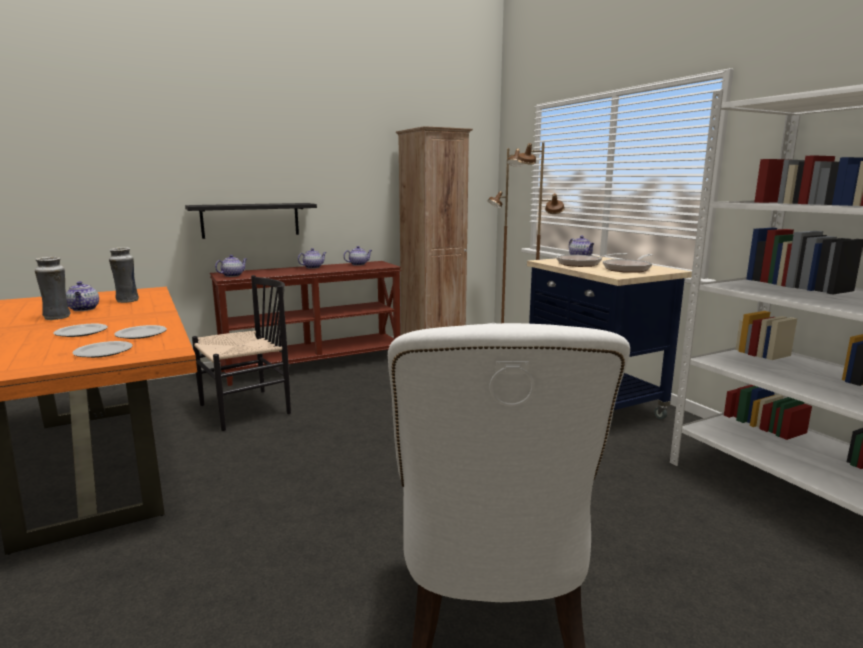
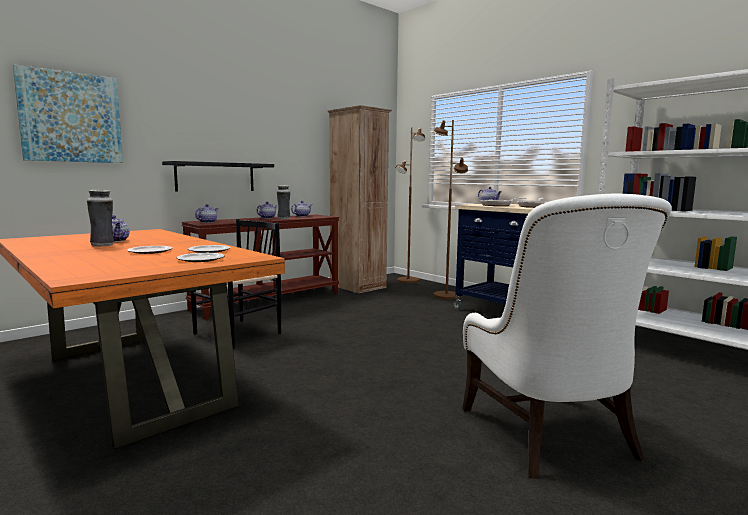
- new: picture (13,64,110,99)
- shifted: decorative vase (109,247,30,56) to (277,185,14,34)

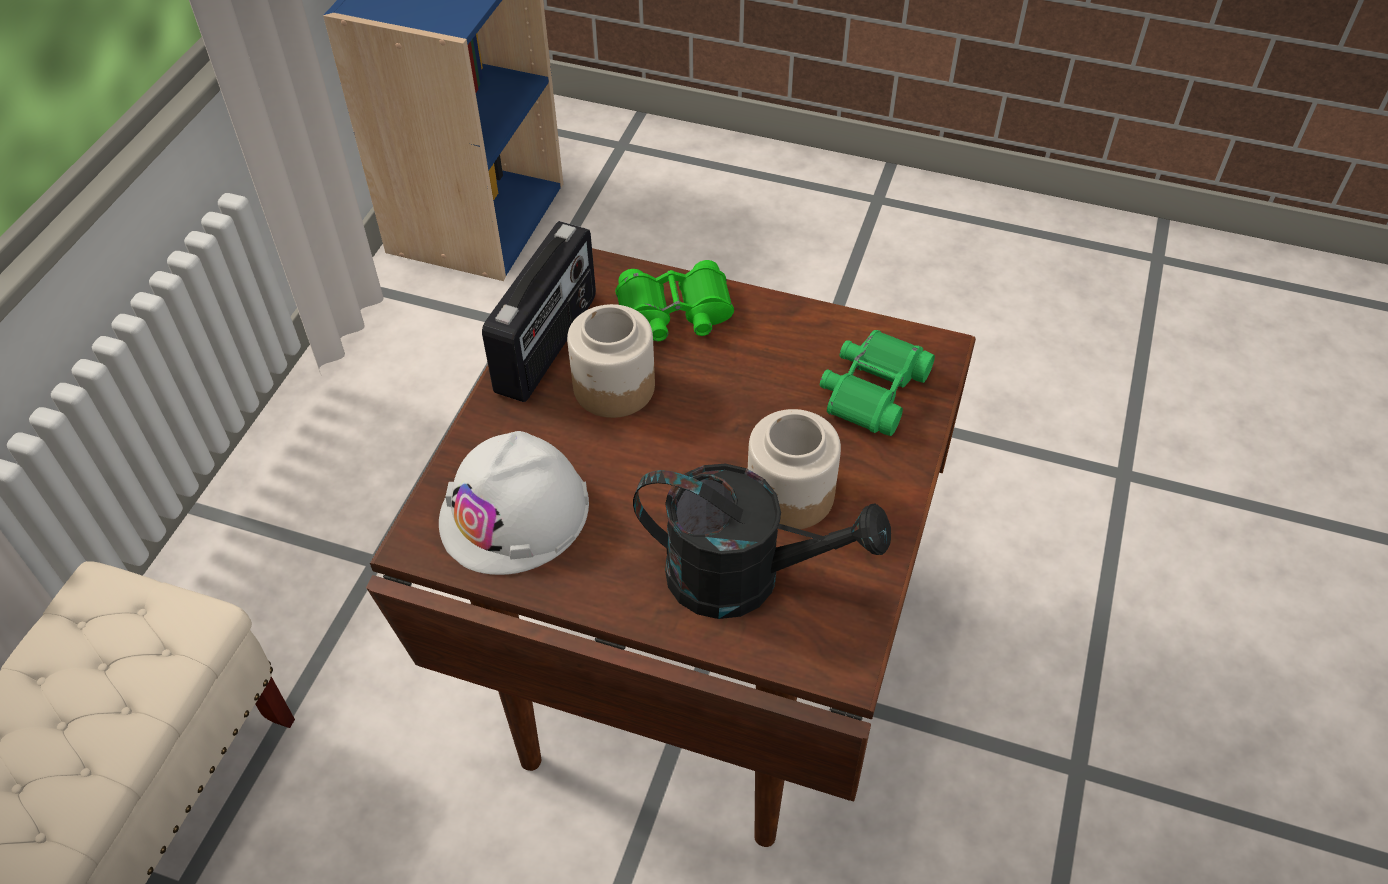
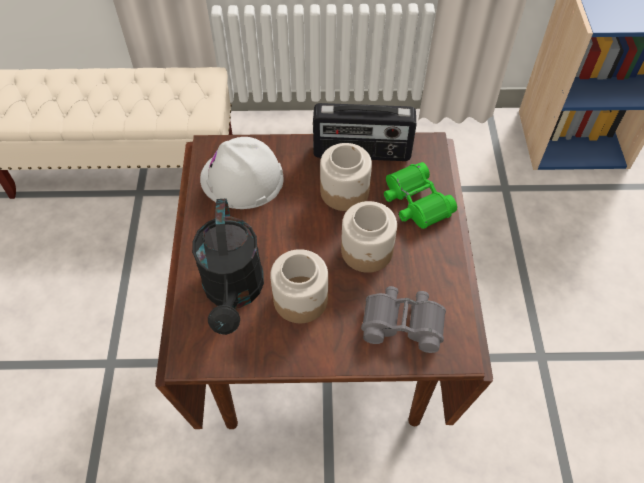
- new: preserve jar (341,201,56,72)
- repainted: green binoculars (820,330,115,106) to grey binoculars (361,286,85,67)

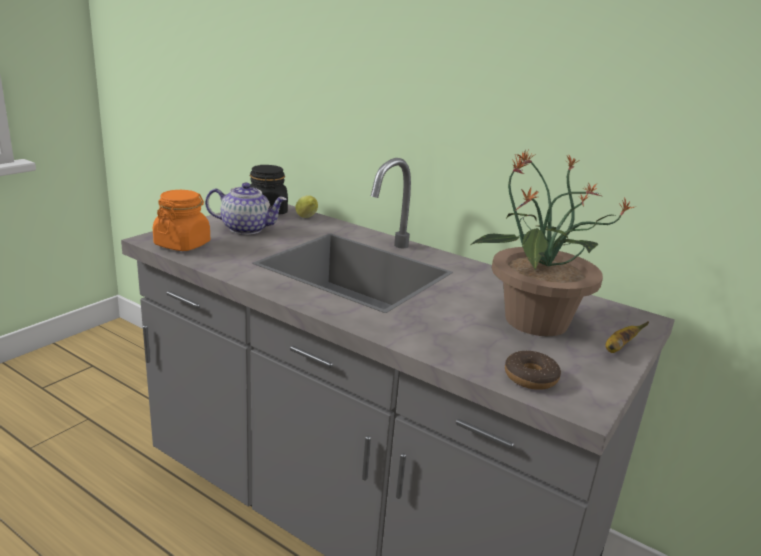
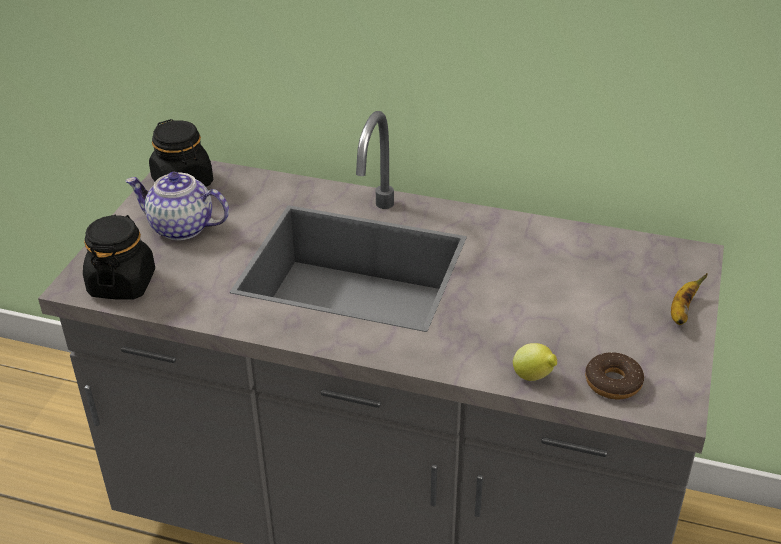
- repainted: orange-coloured preserve jar (153,190,57,61) to black preserve jar (83,214,72,86)
- rotated: teapot (205,182,82,53) = (125,172,104,68) 150 degrees counterclockwise
- shifted: citrus fruit (296,195,22,23) to (513,343,44,38)
- gone: houseplant (470,150,164,186)

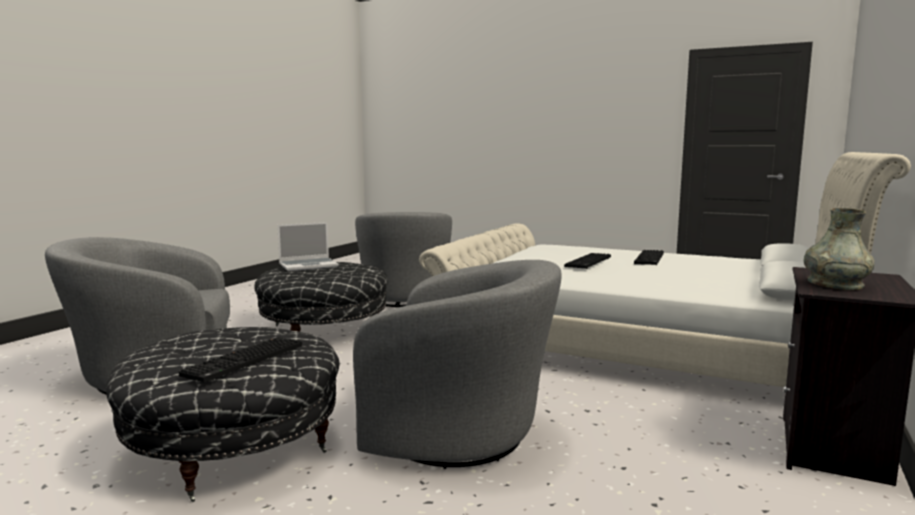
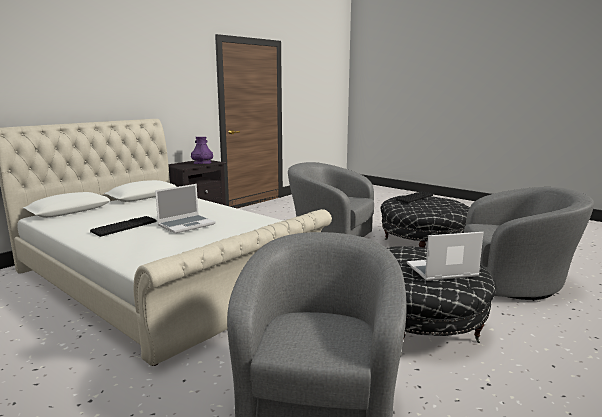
- swapped: PC keyboard (564,253,47,16) to portable computer (155,184,60,50)
- repainted: grey decorative vase (804,208,70,82) to purplish decorative vase (191,137,22,27)

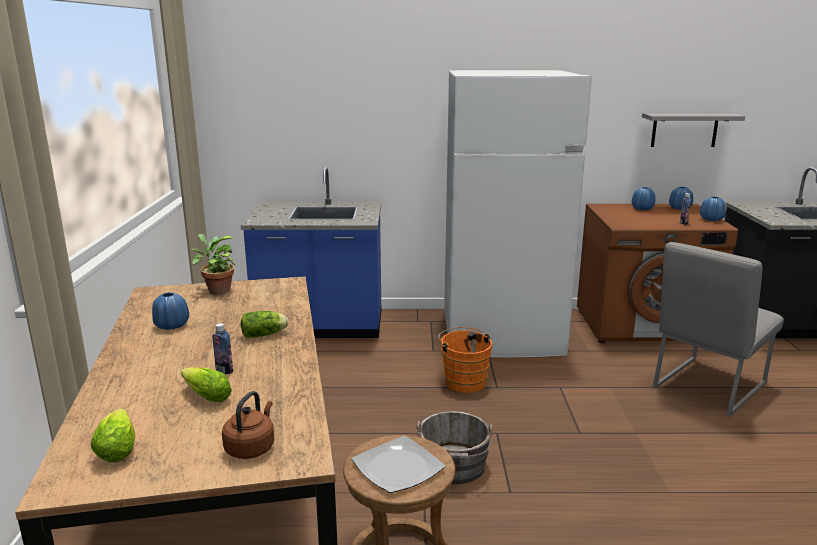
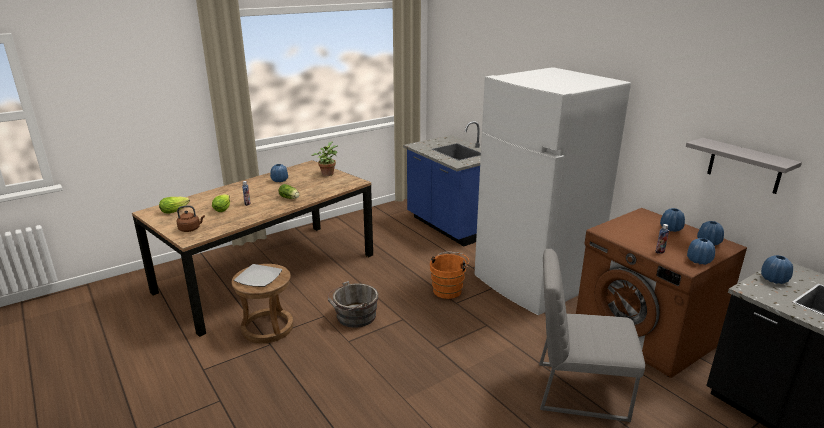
- new: blue decorative vase (761,255,32,29)

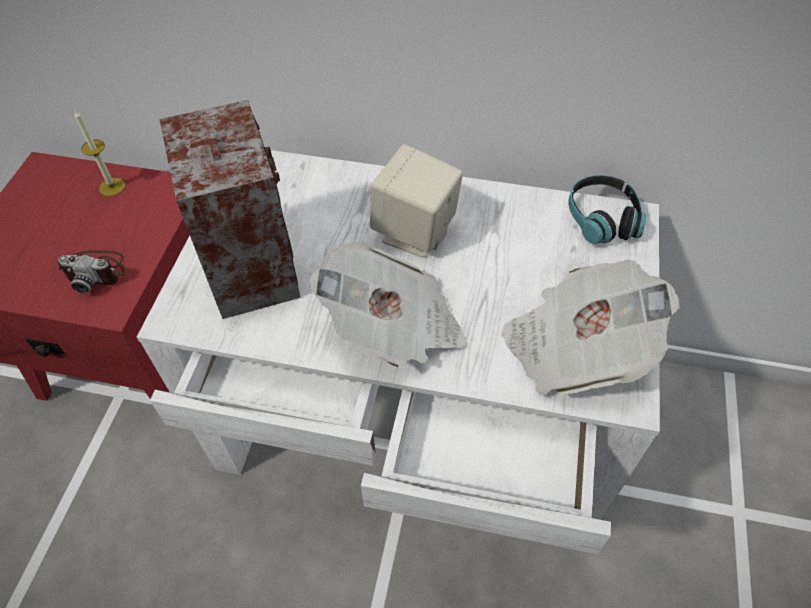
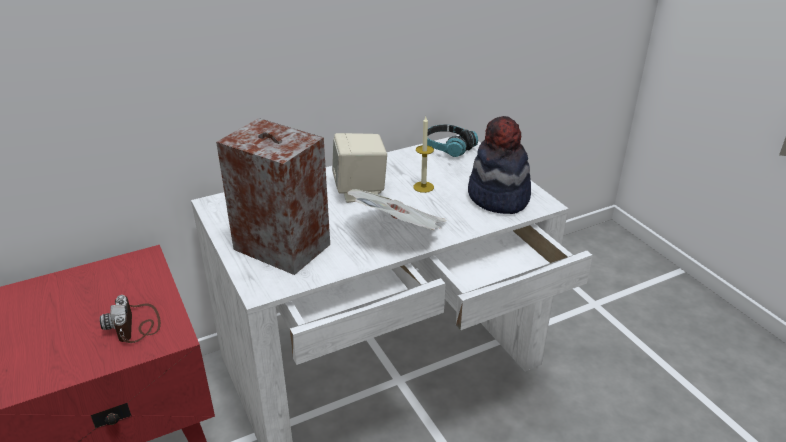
- rotated: photo camera (57,250,68,43) = (100,295,61,48) 105 degrees clockwise
- shifted: wax candle (74,109,51,87) to (413,117,21,76)
- swapped: printed paper (501,260,179,135) to wearable hat (468,116,63,98)

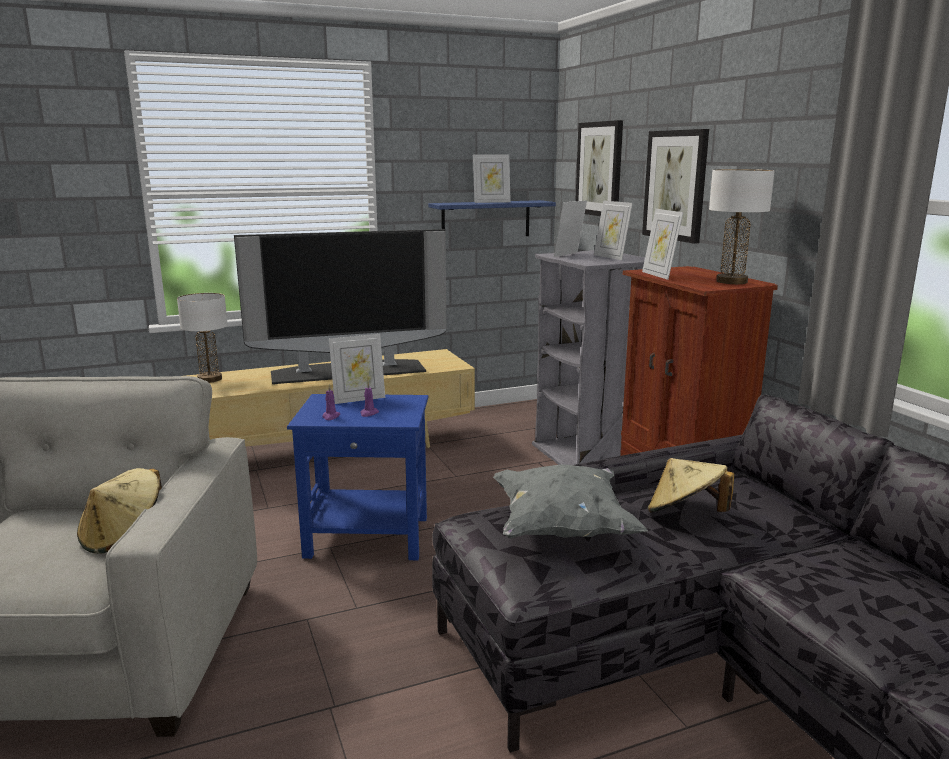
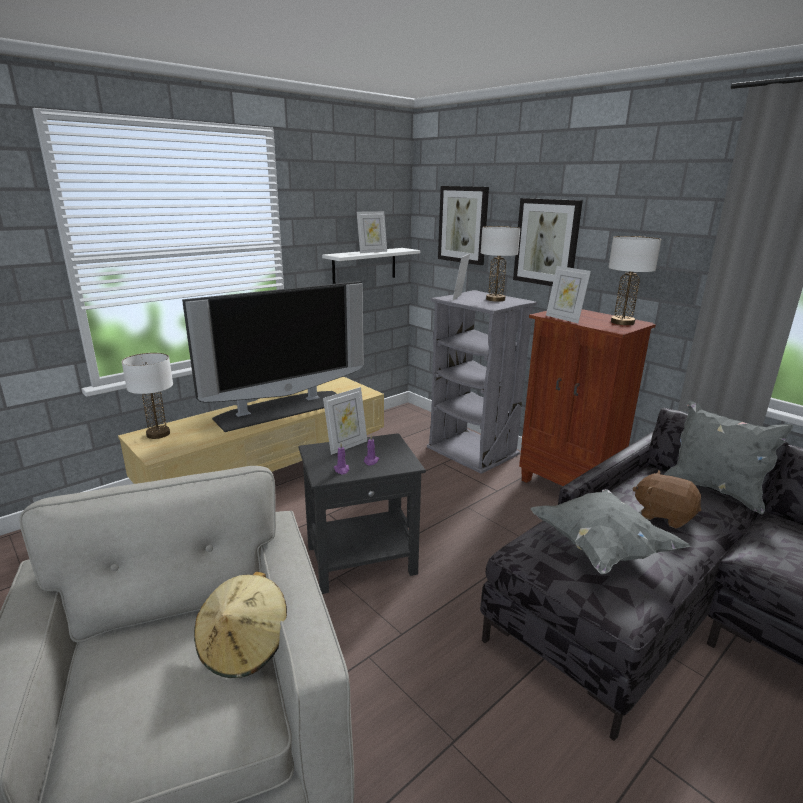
- repainted: blue accent table (287,394,141,166) to black accent table (298,433,128,161)
- repainted: blue bracket shelf (428,200,128,36) to whitish bracket shelf (322,248,98,36)
- swapped: standing frame (594,200,39,60) to table lamp (481,226,39,76)
- swapped: beige wearable hat (648,458,86,55) to brown cuddly toy (632,470,69,58)
- new: grey cushion (664,400,129,115)

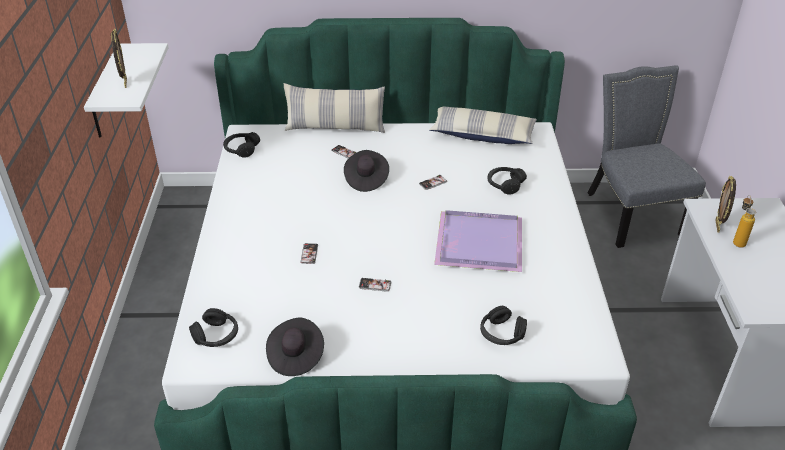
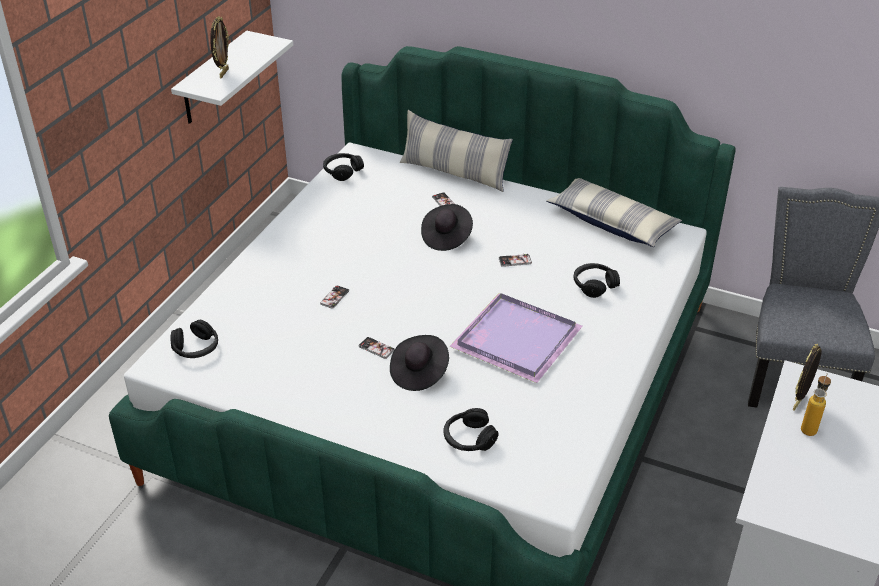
- shifted: black wearable hat (266,318,58,58) to (390,335,59,56)

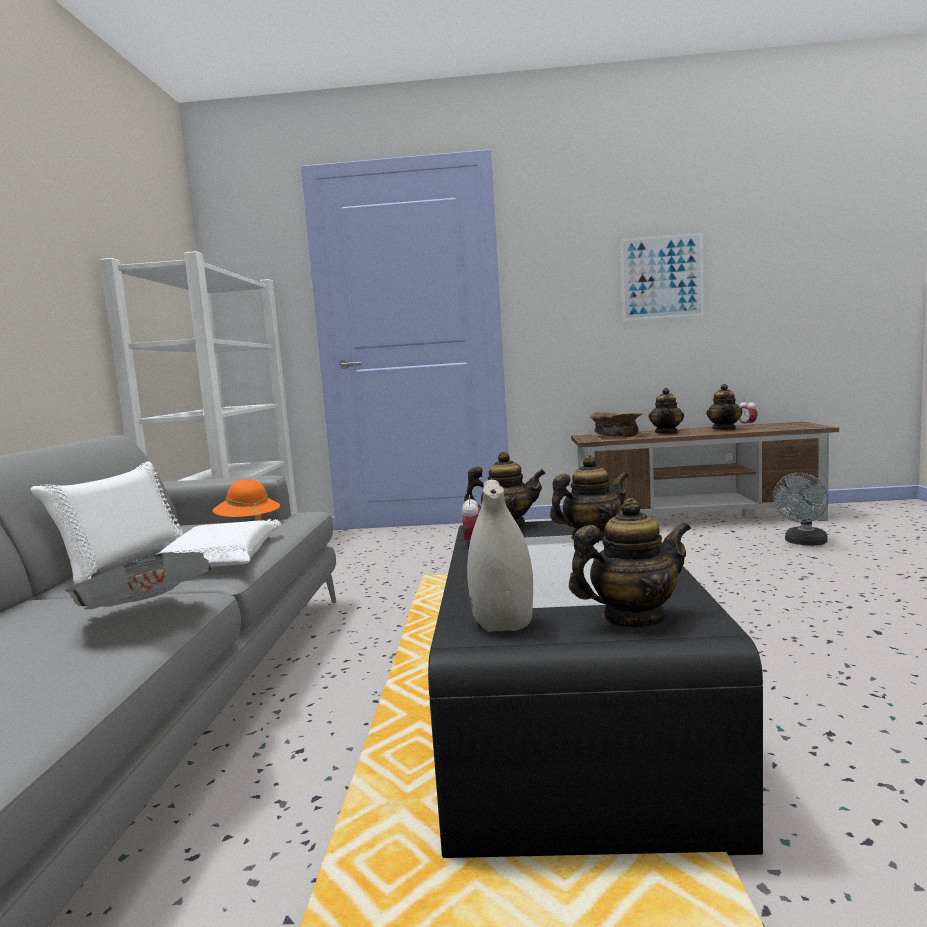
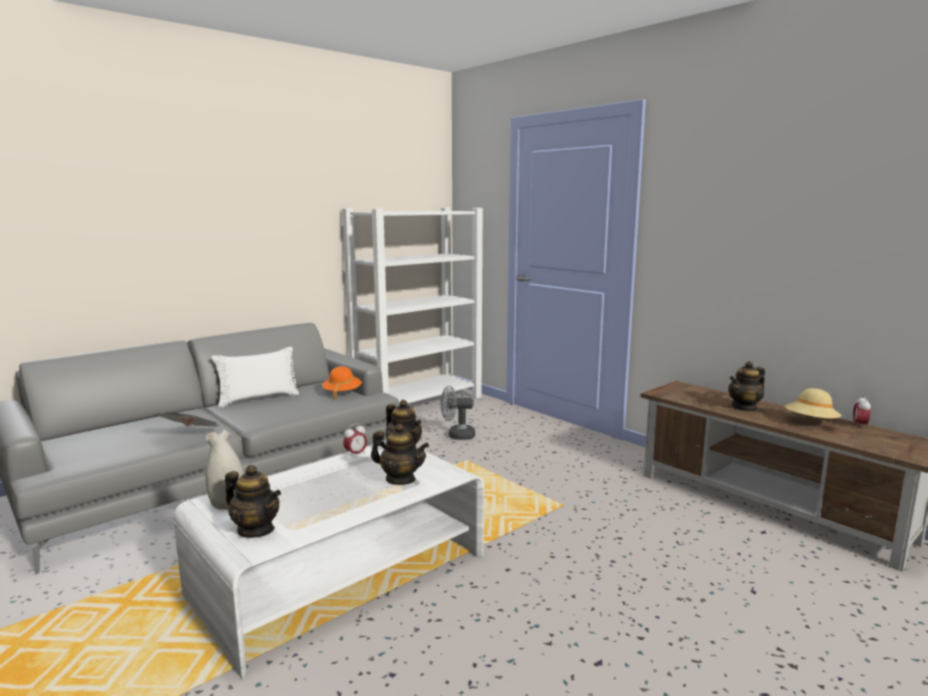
- repainted: black lounge table (428,520,335,338) to whitish lounge table (173,441,311,239)
- shifted: grey cooling fan (773,472,55,74) to (440,386,35,54)
- swapped: teapot (706,384,36,46) to beige wearable hat (784,388,58,31)
- gone: whitish cushion (157,519,124,48)
- gone: brown serving bowl (590,412,52,25)
- gone: picture (620,232,84,89)

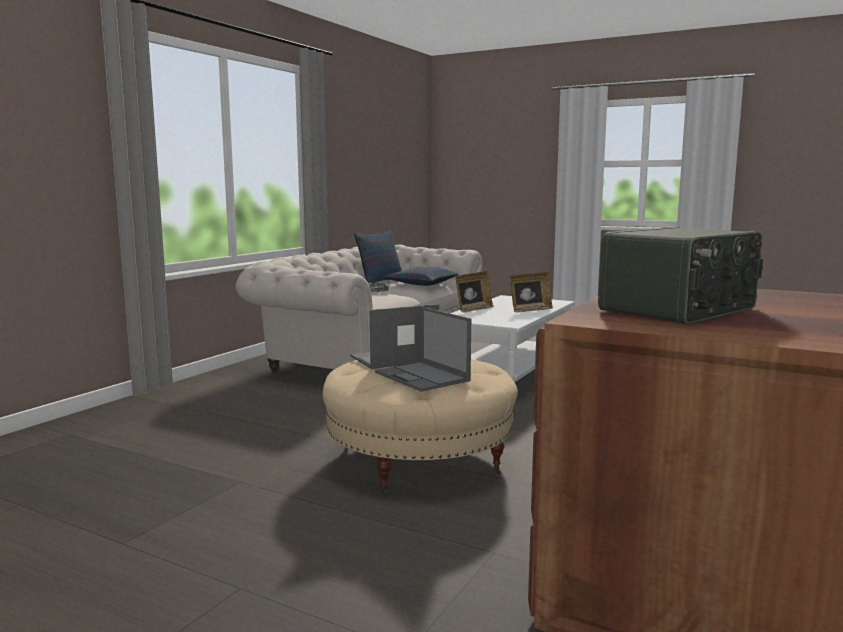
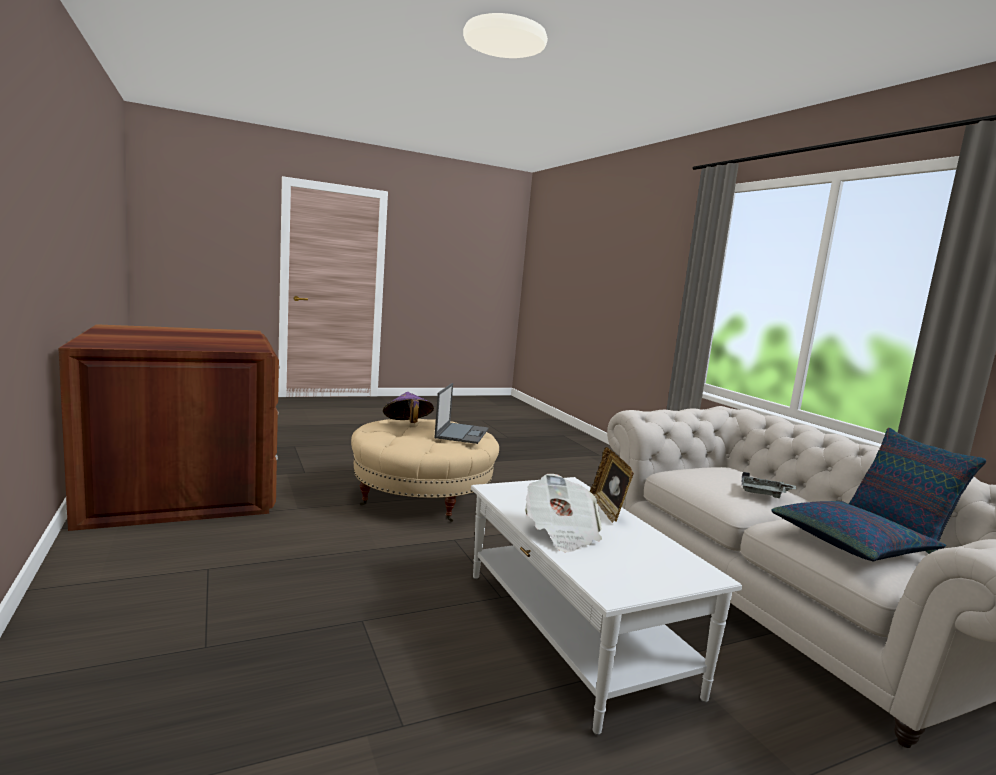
- swapped: portable computer (375,307,96,85) to purplish wearable hat (383,392,51,31)
- swapped: standing frame (510,272,43,41) to printed paper (525,474,77,79)
- gone: radio set (598,227,165,97)

